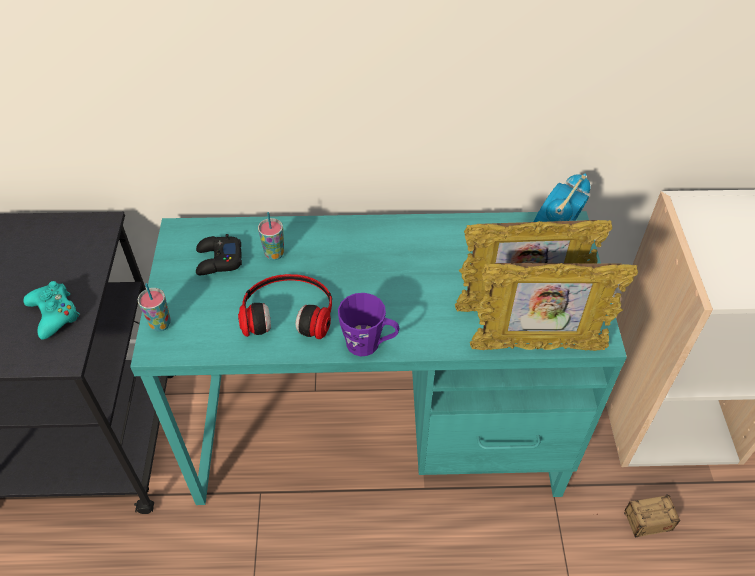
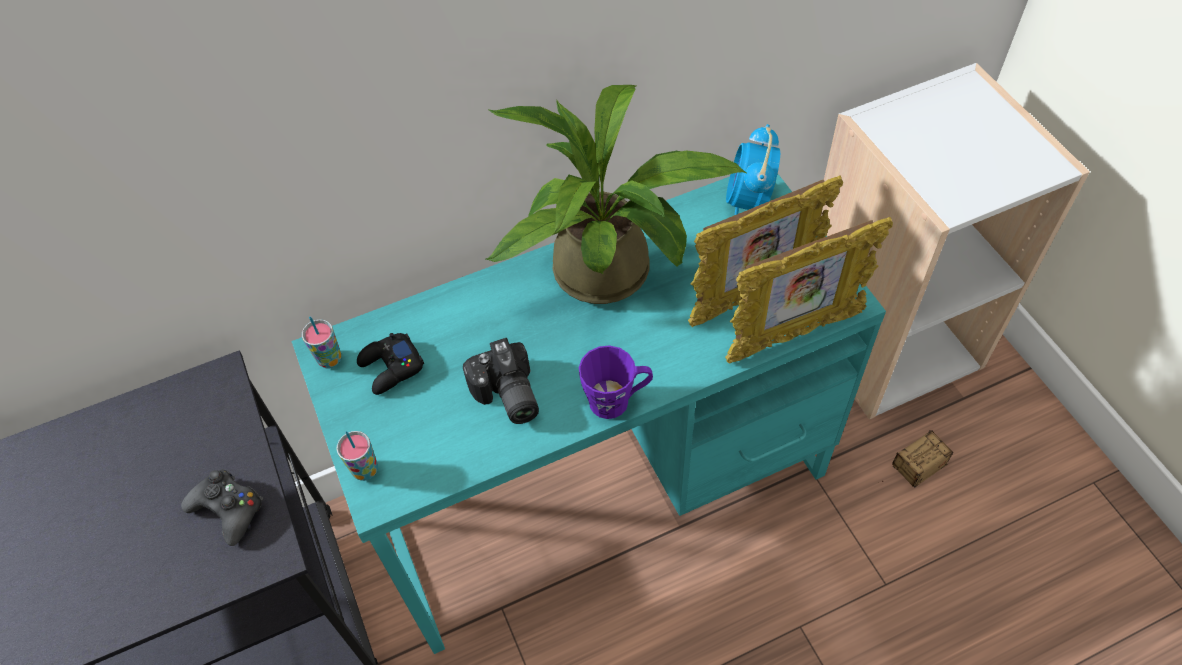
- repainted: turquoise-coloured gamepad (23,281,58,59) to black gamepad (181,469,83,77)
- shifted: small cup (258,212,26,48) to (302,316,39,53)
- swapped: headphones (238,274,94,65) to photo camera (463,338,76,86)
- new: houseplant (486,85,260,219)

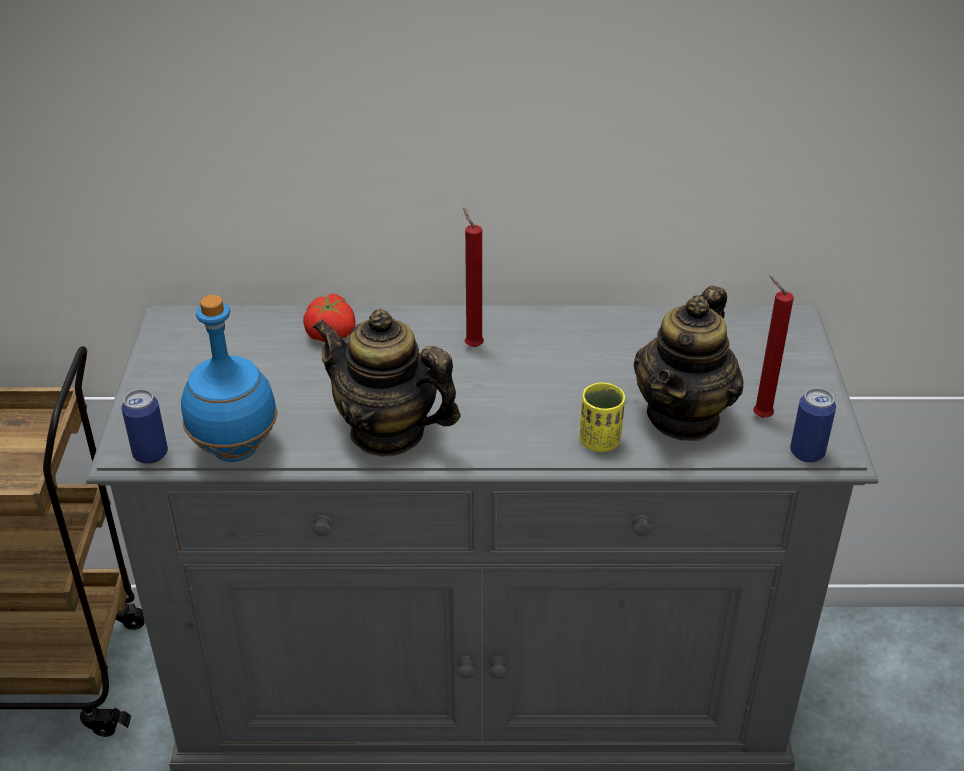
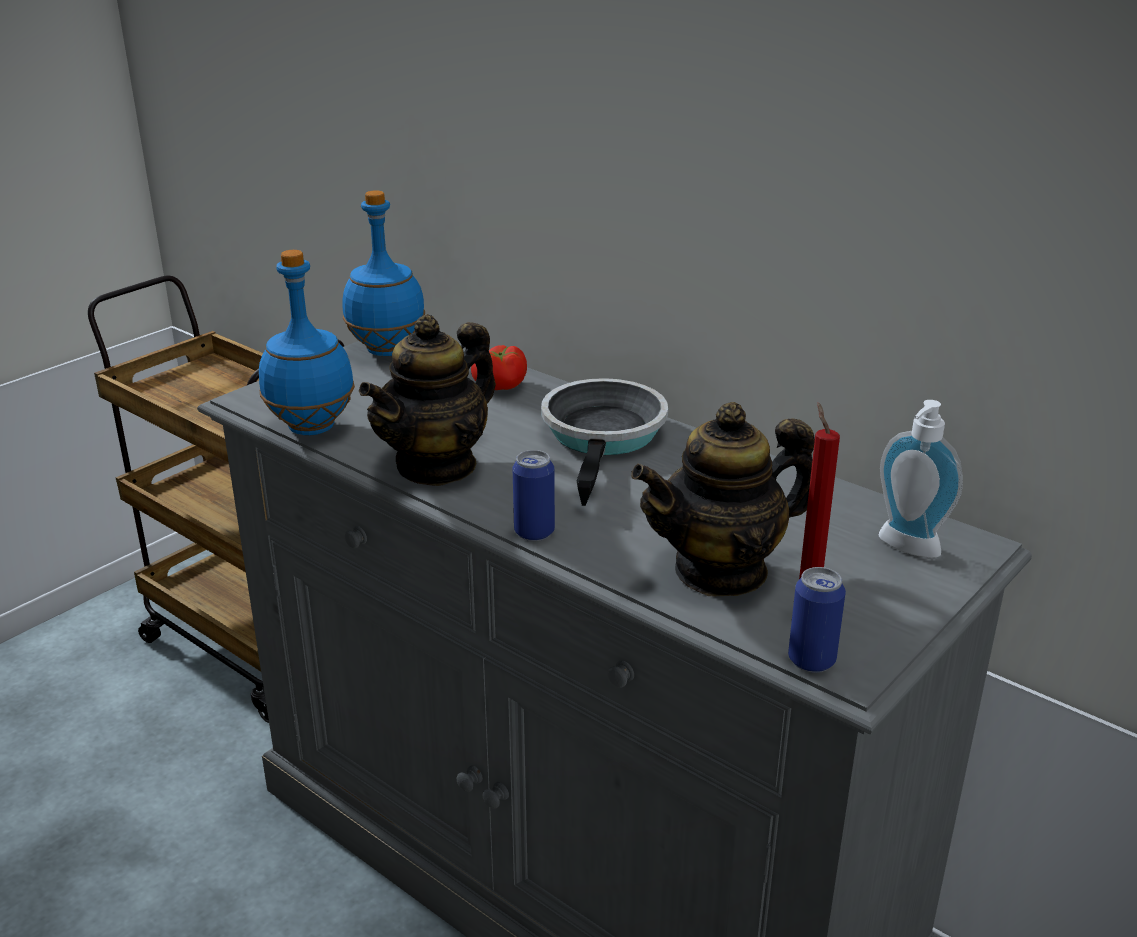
- new: blue beverage bottle (342,190,83,166)
- rotated: teapot (312,309,149,148) = (359,314,137,172) 120 degrees counterclockwise
- shifted: sealed can (121,389,47,75) to (512,450,43,91)
- swapped: reddish wax candle (463,207,21,140) to pan (541,378,127,128)
- new: soap bottle (879,400,84,158)
- gone: yellowish small cup (579,383,46,69)

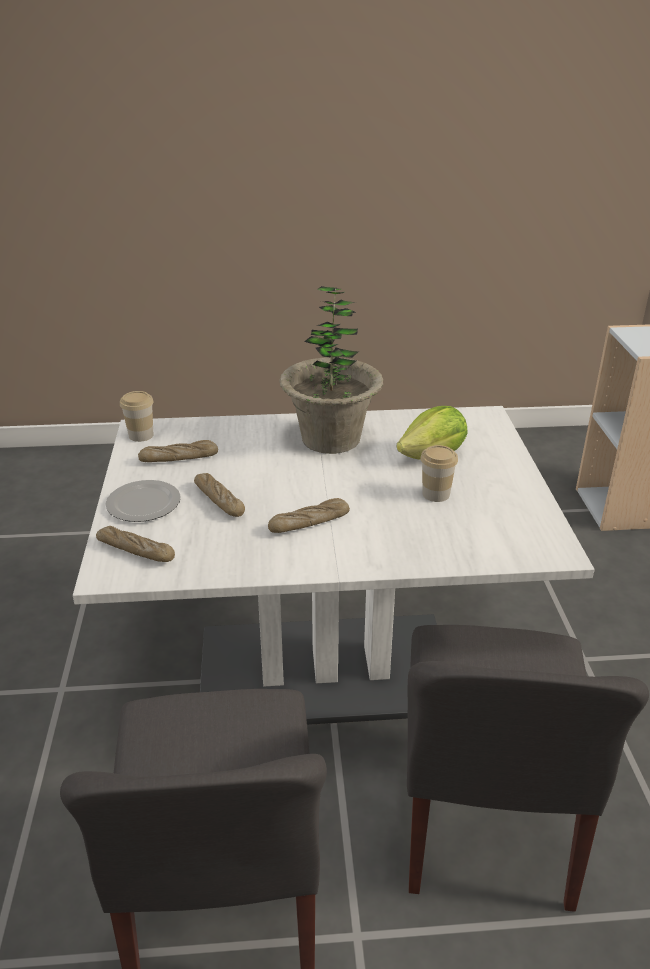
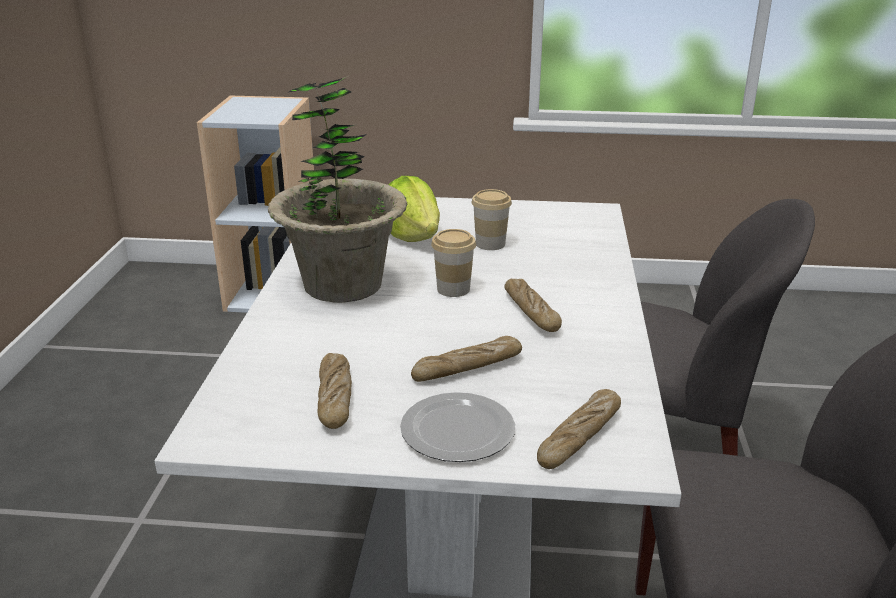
- shifted: small cup (120,391,34,51) to (431,229,45,68)

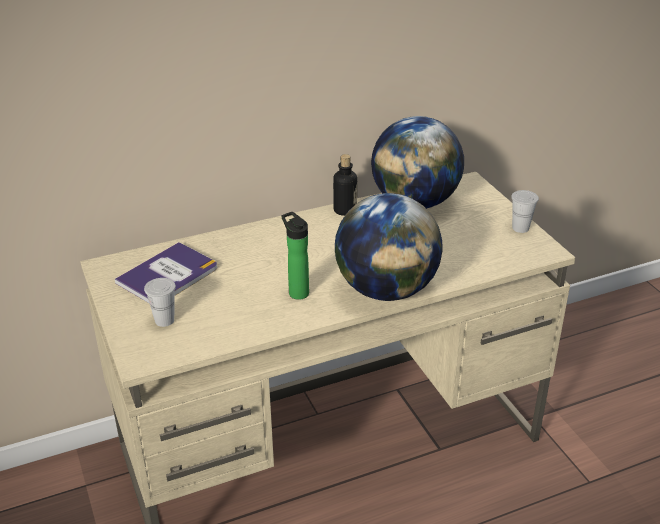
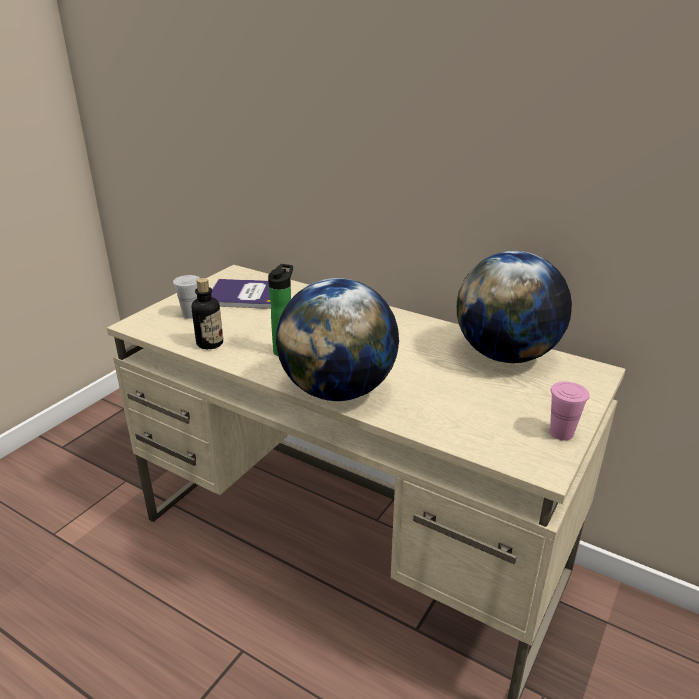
- shifted: beverage bottle (333,154,24,62) to (191,278,32,71)
- repainted: whitish small cup (511,190,28,43) to pink-coloured small cup (550,382,40,58)

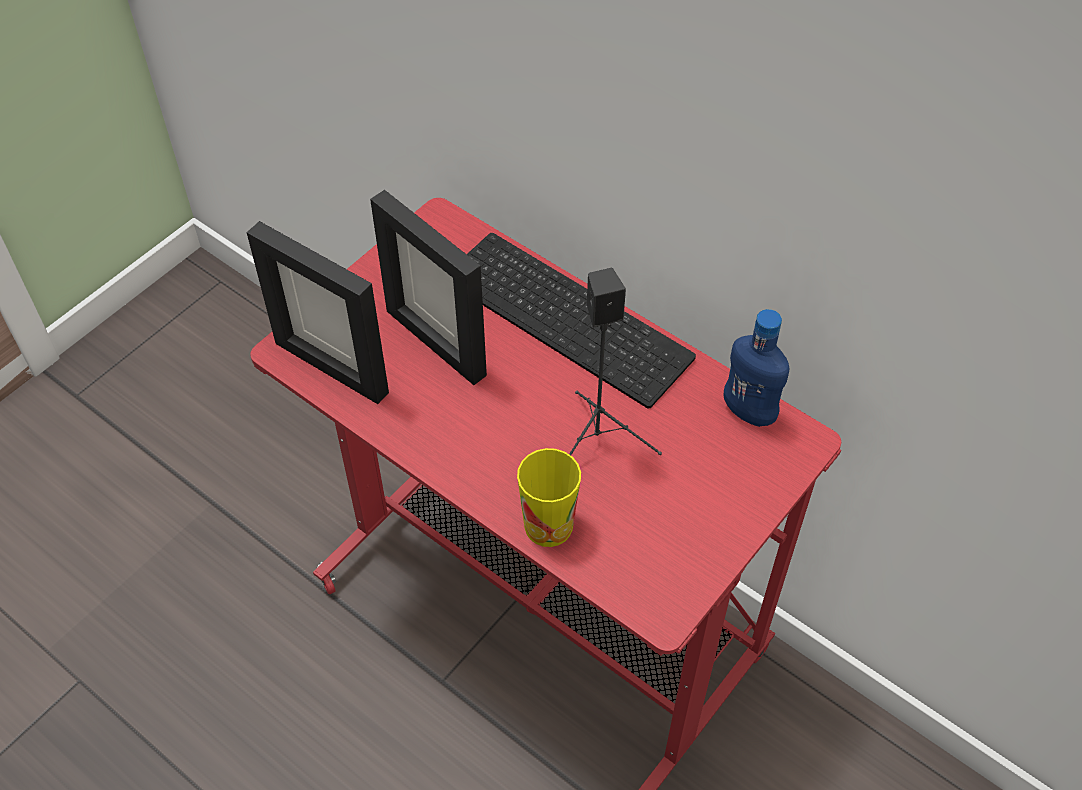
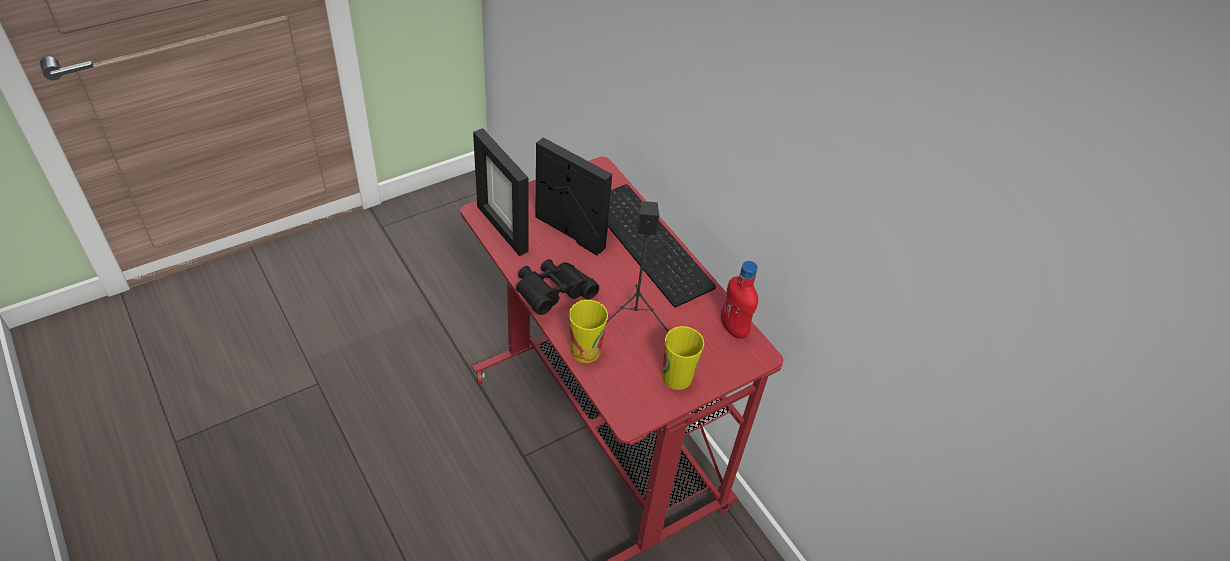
- new: black binoculars (516,259,83,56)
- rotated: standing frame (370,190,117,195) = (535,137,77,119) 150 degrees clockwise
- new: small cup (662,326,42,64)
- repainted: blue beverage bottle (724,309,65,118) to reddish beverage bottle (721,261,37,78)

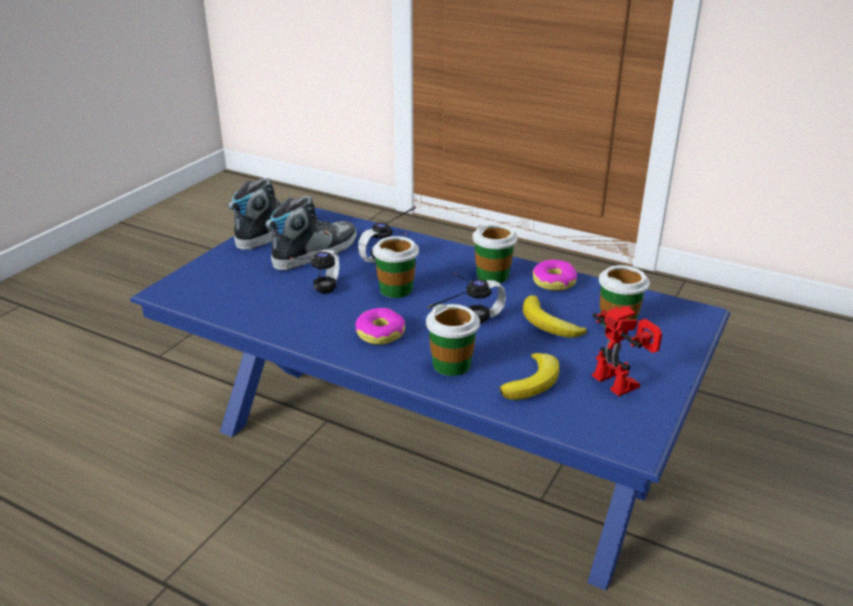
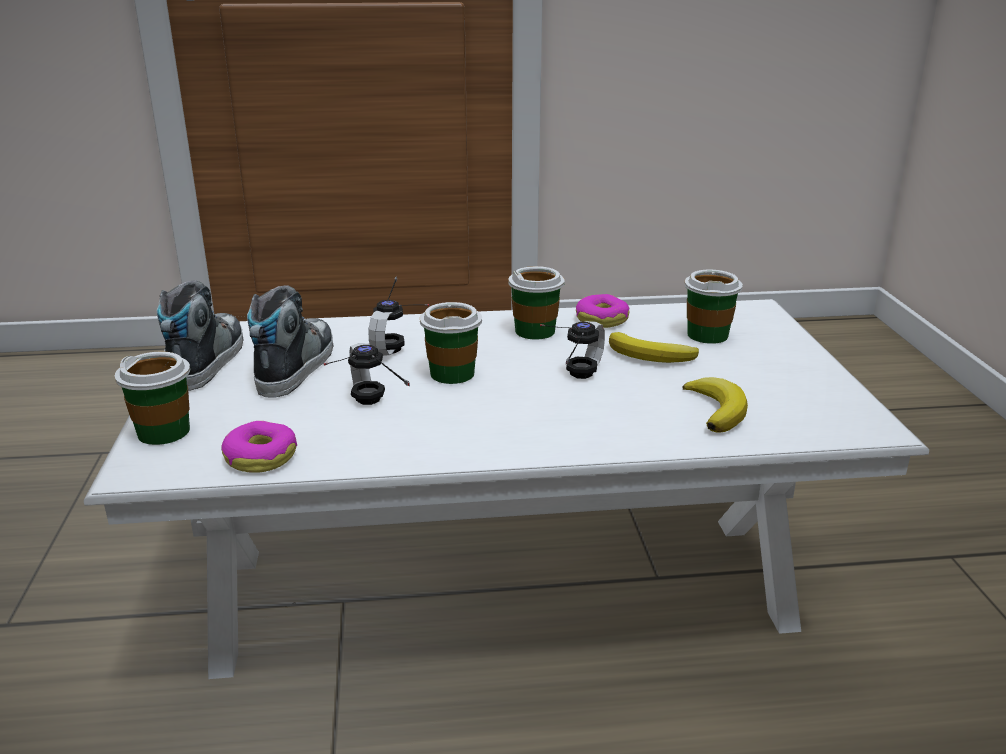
- repainted: blue lounge table (130,207,600,384) to whitish lounge table (84,299,845,380)
- shifted: small cup (426,304,54,72) to (115,352,75,93)
- shifted: donut (355,308,50,37) to (221,421,76,52)
- gone: toy robot (592,306,70,90)

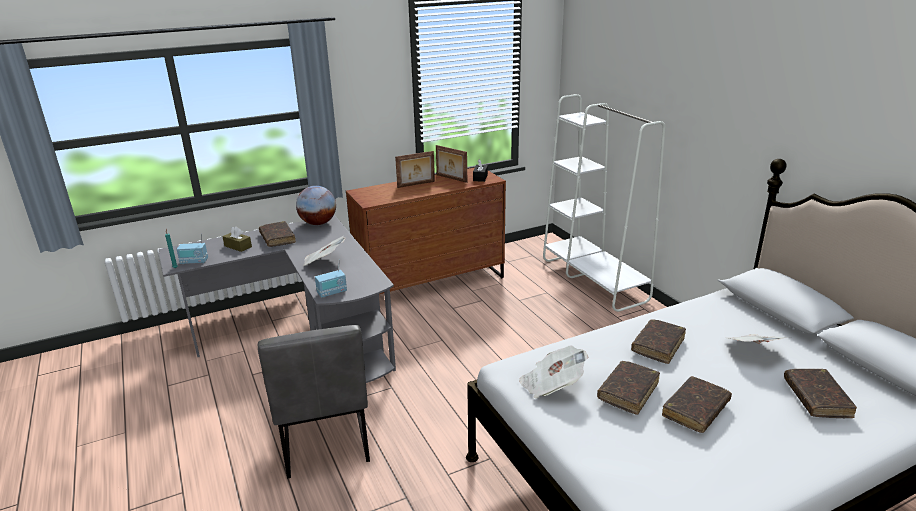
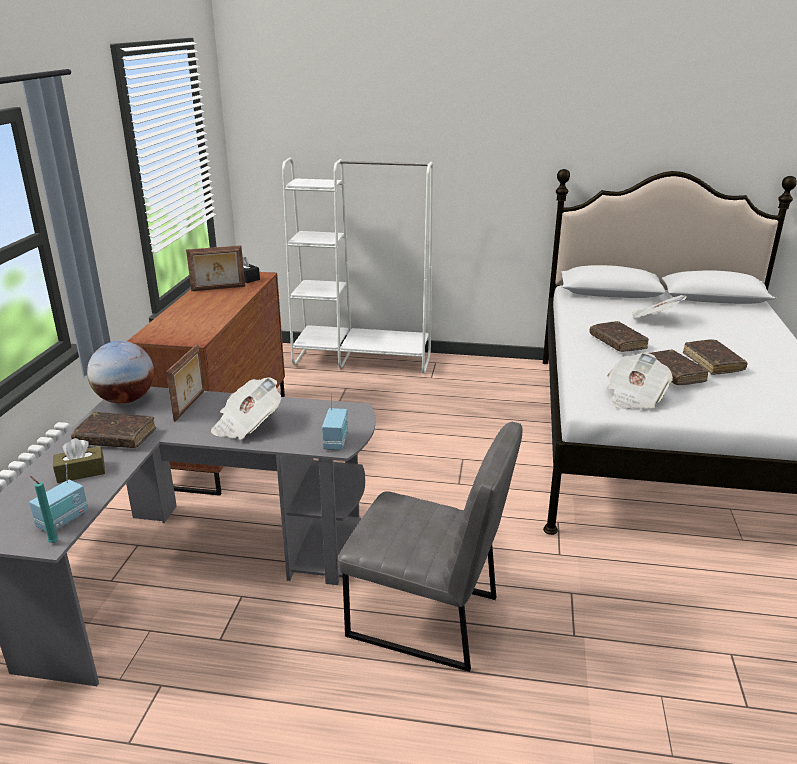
- shifted: standing frame (395,151,40,37) to (166,344,38,78)
- gone: brown bound book (784,369,73,49)

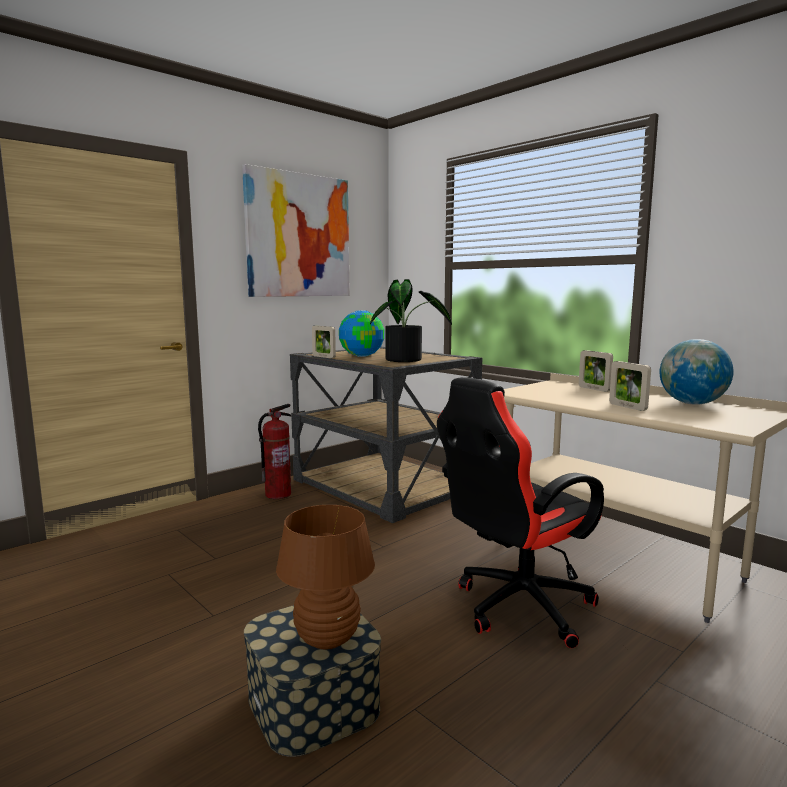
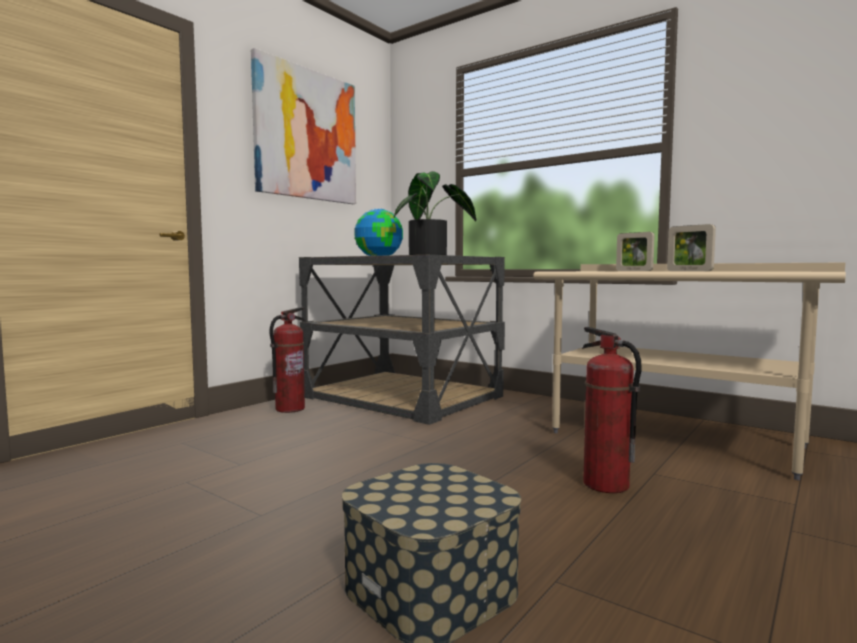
- swapped: black office chair (437,377,167,271) to extinguisher (582,327,60,166)
- gone: brown table lamp (276,505,99,145)
- gone: standing frame (312,326,24,32)
- gone: world globe (660,339,73,66)

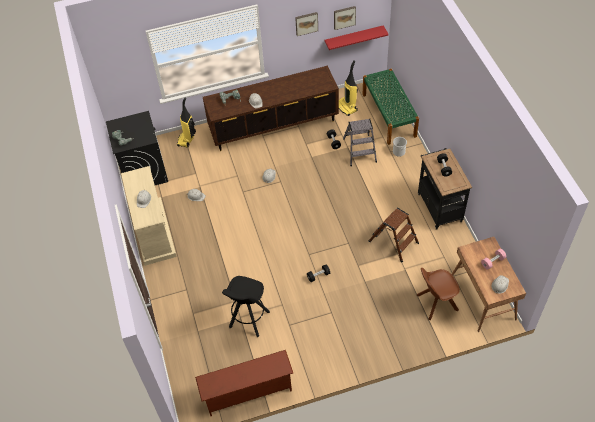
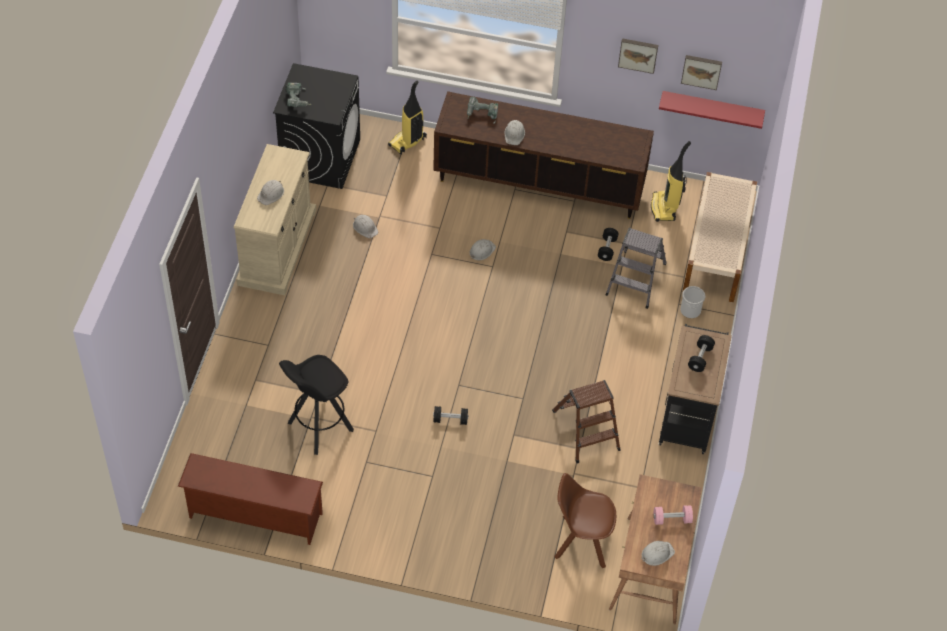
- repainted: green long seat (363,68,56,77) to beige long seat (682,172,75,130)

